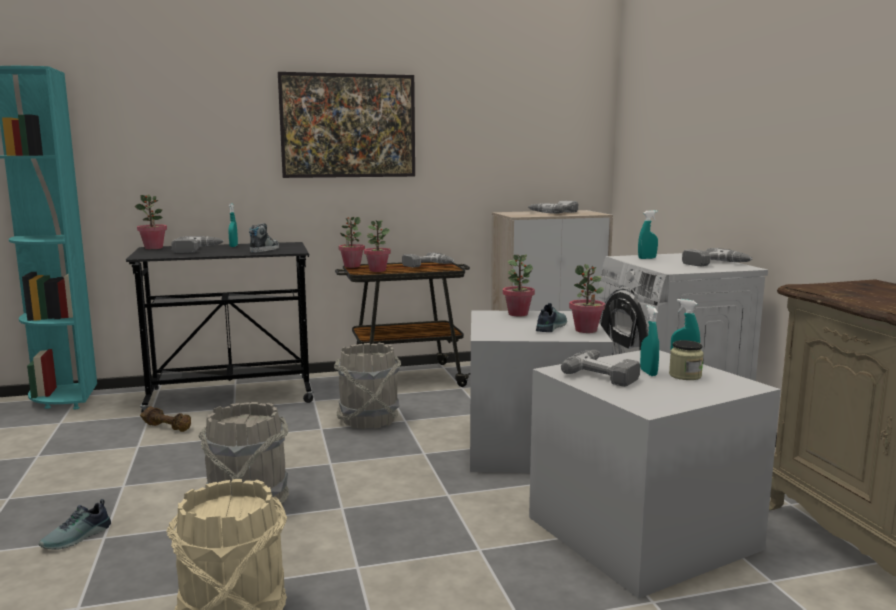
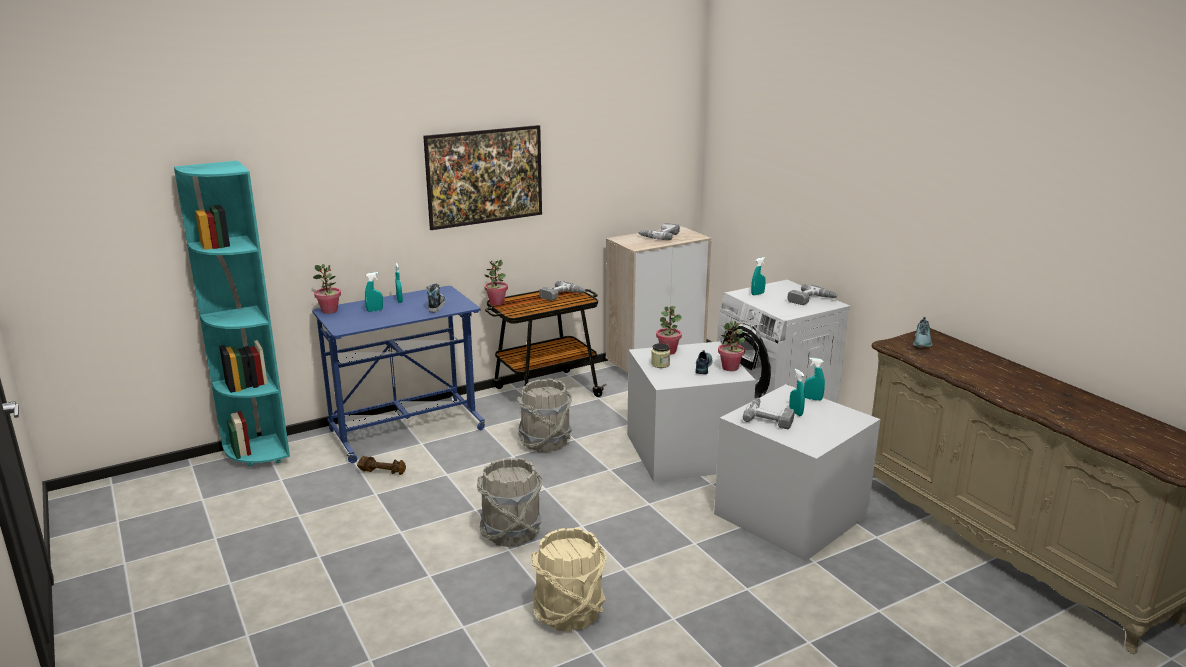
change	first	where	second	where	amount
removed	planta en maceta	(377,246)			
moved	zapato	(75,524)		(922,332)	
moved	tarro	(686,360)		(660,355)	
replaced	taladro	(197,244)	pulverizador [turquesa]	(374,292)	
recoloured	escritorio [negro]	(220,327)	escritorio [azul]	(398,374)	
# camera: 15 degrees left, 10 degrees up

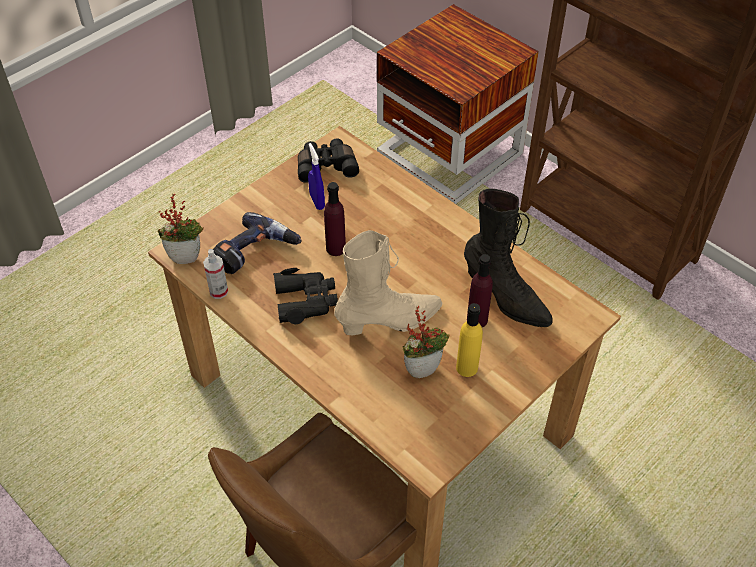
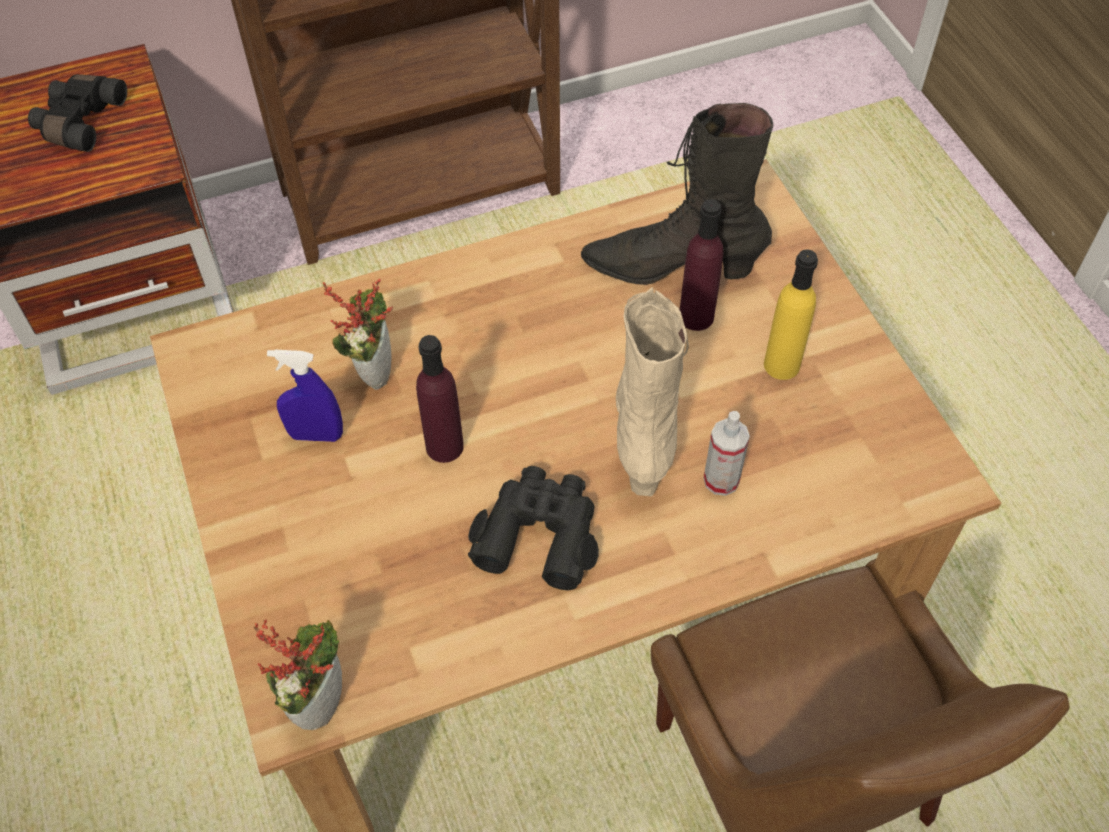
change	first	where	second	where	amount
removed	taladro	(257,243)			
moved	pulverizador	(215,274)		(727,453)	
moved	prismáticos [negro]	(328,160)		(77,113)	
moved	planta en maceta	(426,342)		(358,334)	
turned	bota [negro]	(508,257)		(677,194)	150 degrees counterclockwise
# camera: 65 degrees left, 5 degrees up

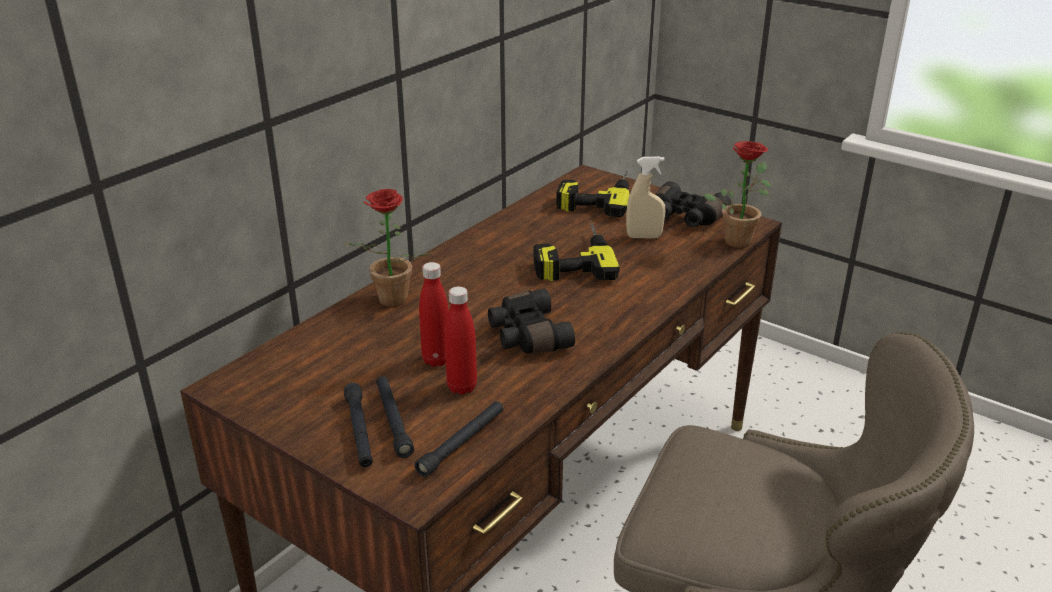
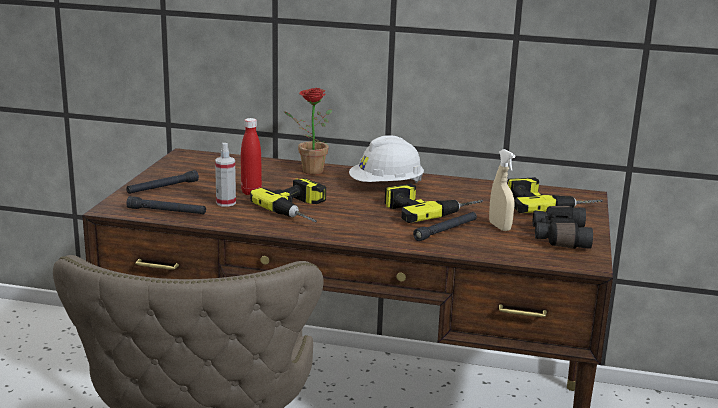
change	first	where	second	where	amount
removed	planta en maceta	(737,194)			
added			casco [blanco]	(386,159)	
moved	linterna [negro]	(395,417)		(445,226)	
replaced	botella [rojo]	(461,340)	pulverizador	(225,175)	
replaced	prismáticos [negro]	(531,321)	taladro	(288,200)	
# camera: 65 degrees right, 10 degrees down

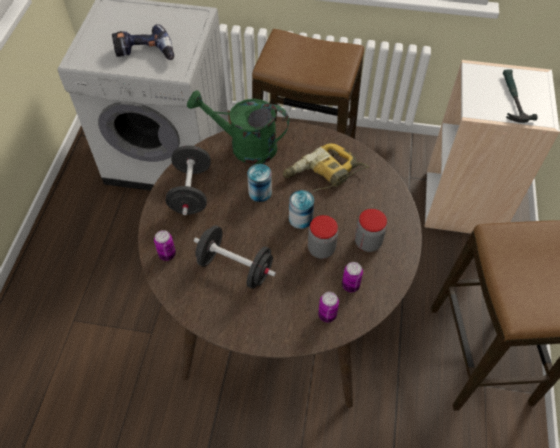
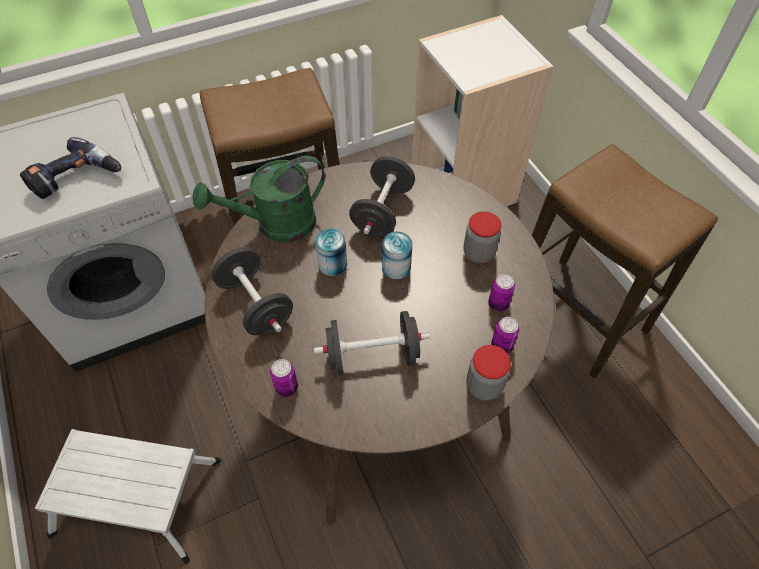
change	first	where	second	where	amount
removed	martillo	(520,96)			
added			escalera de tijera [blanco]	(128,496)	
moved	tarro	(323,237)		(488,373)	
replaced	taladro	(326,167)	mancuerna [negro]	(382,196)	
# camera: 35 degrees left, 0 degrees up

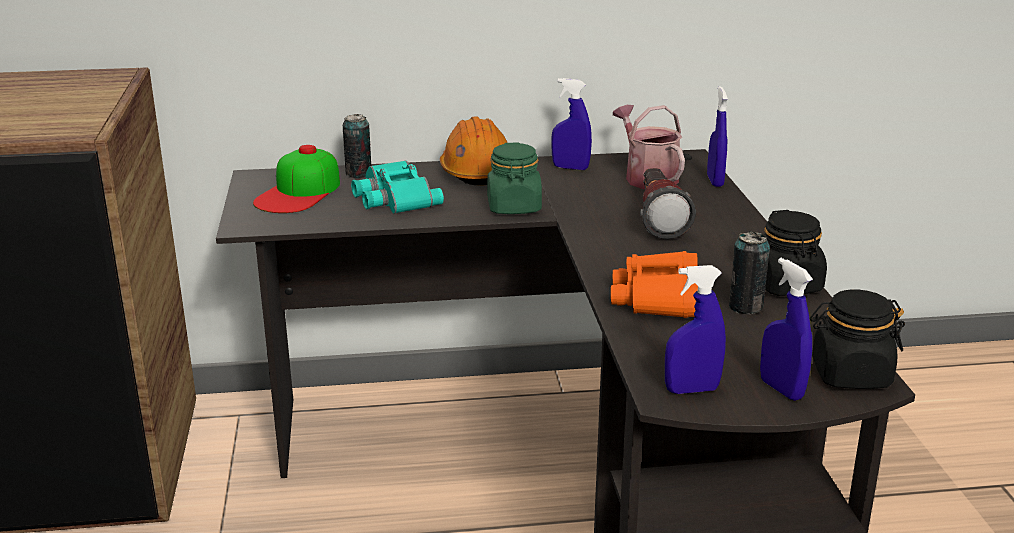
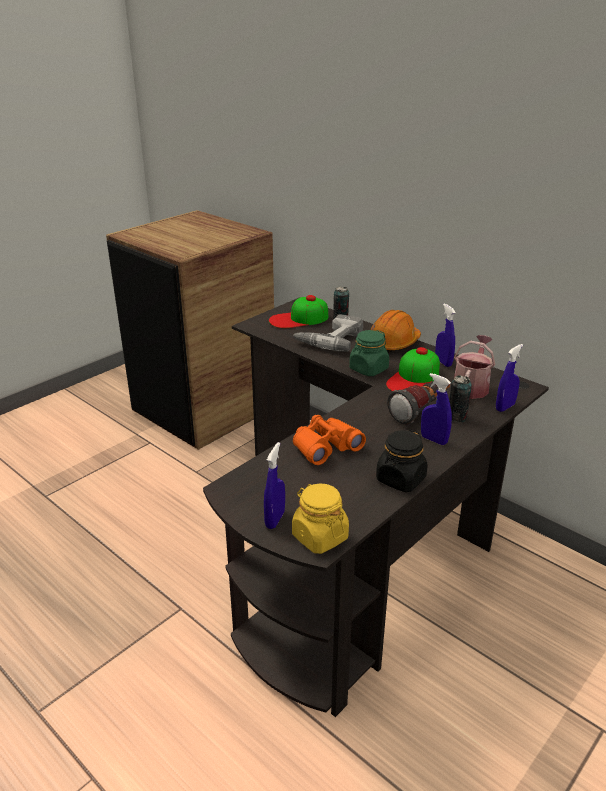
change	first	where	second	where	amount
added			gorra	(413,369)	
moved	pulverizador [azul]	(695,329)		(436,409)	
moved	lata	(749,272)		(460,398)	
replaced	prismáticos [turquesa]	(397,187)	taladro	(328,333)	
recoloured	tarro [negro]	(857,339)	tarro [amarillo]	(320,519)	
# camera: 50 degrees right, 5 degrees up

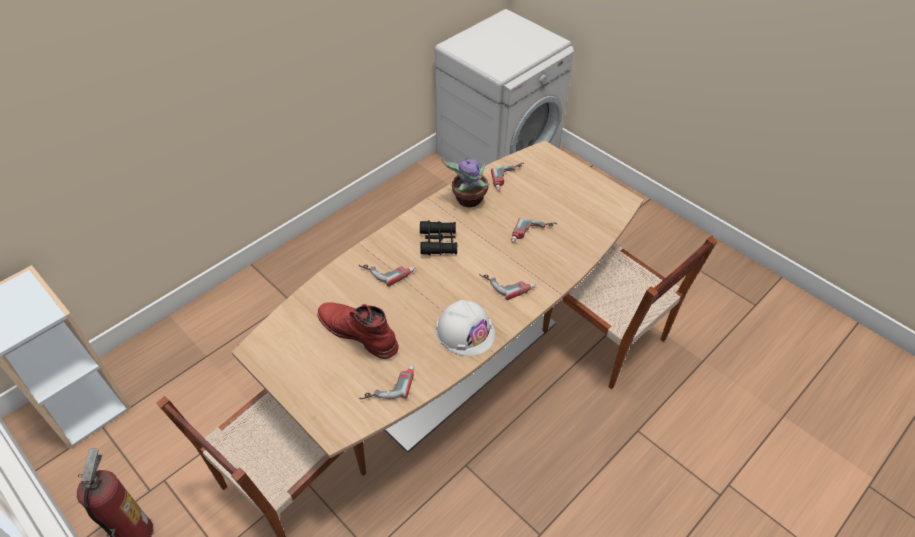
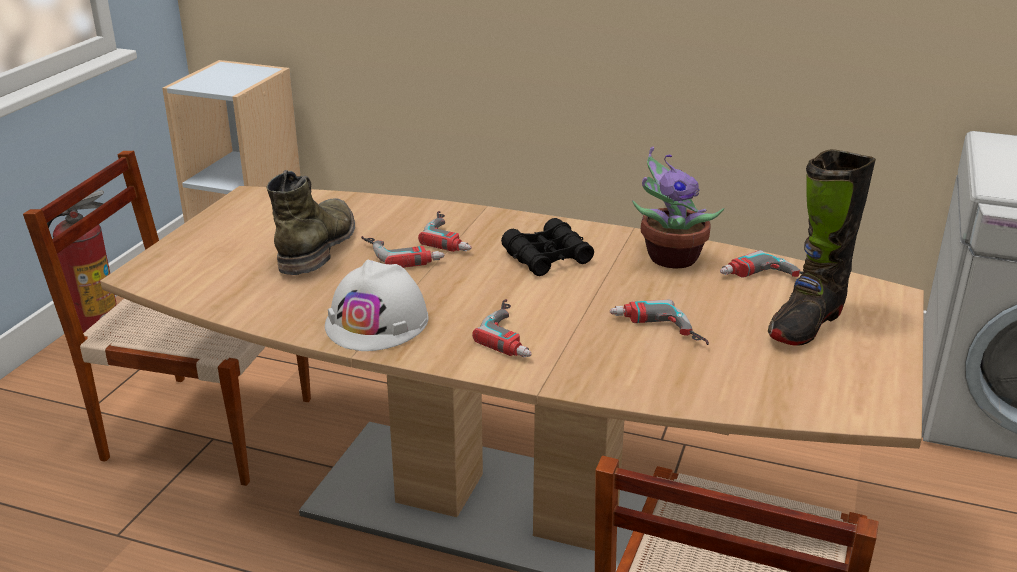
change	first	where	second	where	amount
added			bota [negro]	(822,247)	
moved	taladro	(386,381)		(403,252)	
recoloured	bota [rojo]	(358,330)	bota [verde]	(311,222)	
# camera: 65 degrees right, 20 degrees down

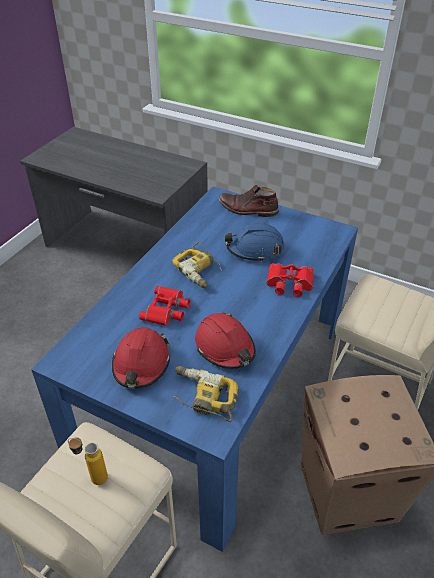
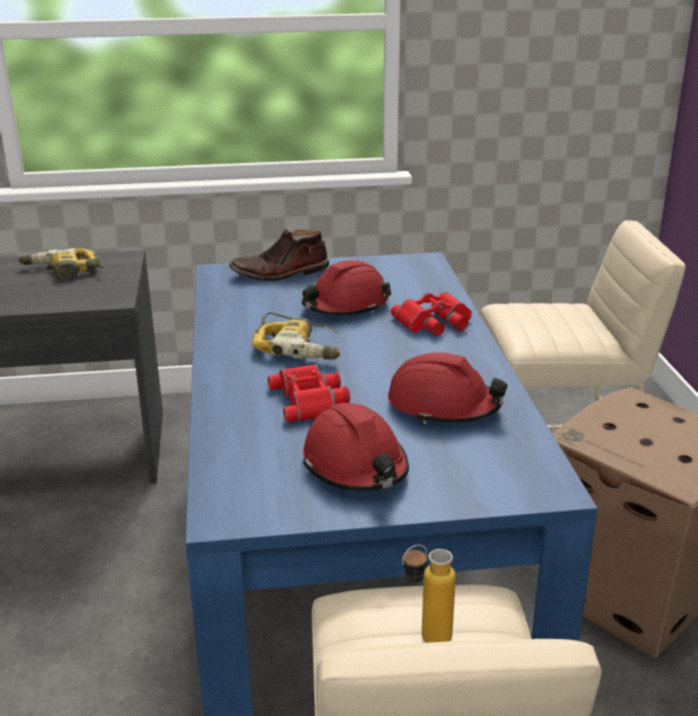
change	first	where	second	where	amount
moved	taladro	(205,394)		(61,263)	
recoloured	casco [azul]	(254,242)	casco [rojo]	(346,288)	
# camera: 35 degrees left, 15 degrees down

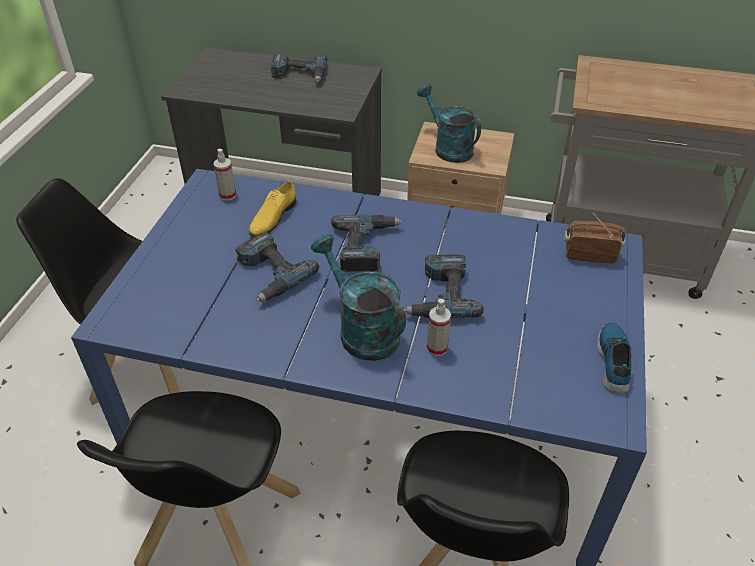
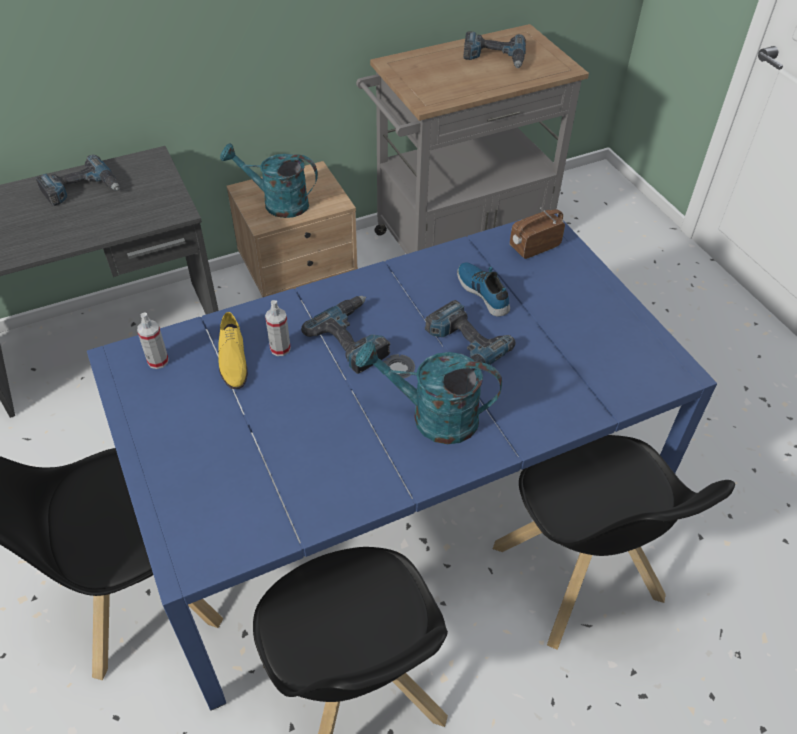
change	first	where	second	where	amount
moved	taladro	(277,267)		(494,49)	
moved	pulverizador	(439,327)		(278,328)	
moved	zapato	(614,358)		(483,289)	
# camera: 40 degrees left, 5 degrees up

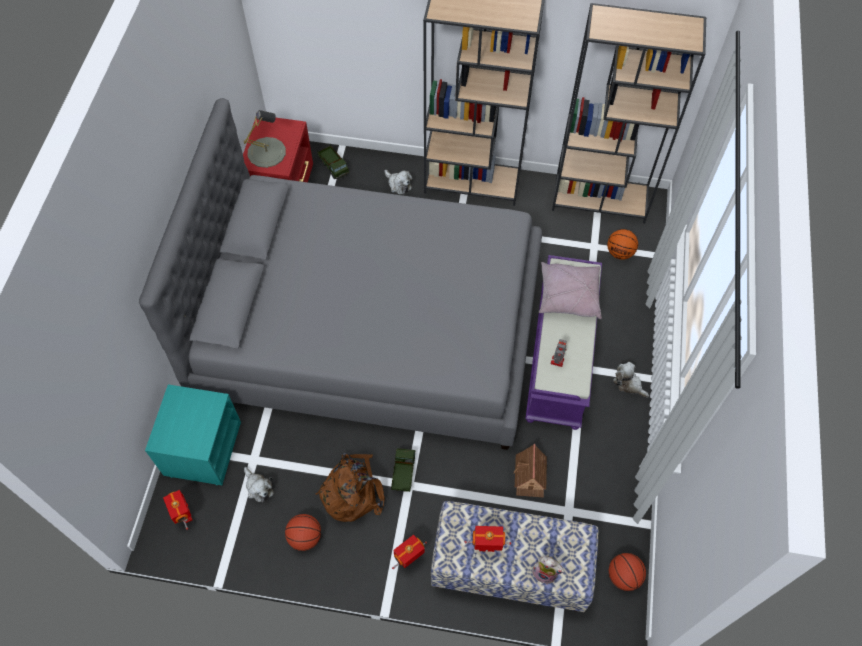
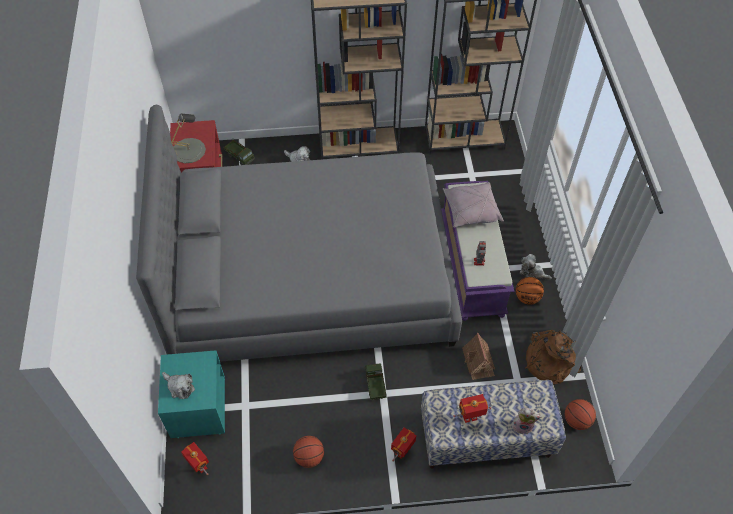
change	first	where	second	where	amount
moved	peluche	(259,484)		(178,385)	
moved	mochila [marrón]	(350,487)		(553,357)	
moved	balón de baloncesto	(622,244)		(530,291)	
# camera: 15 degrees left, 5 degrees down

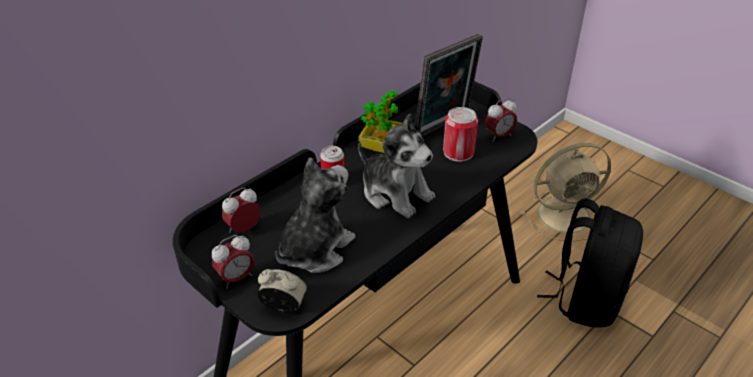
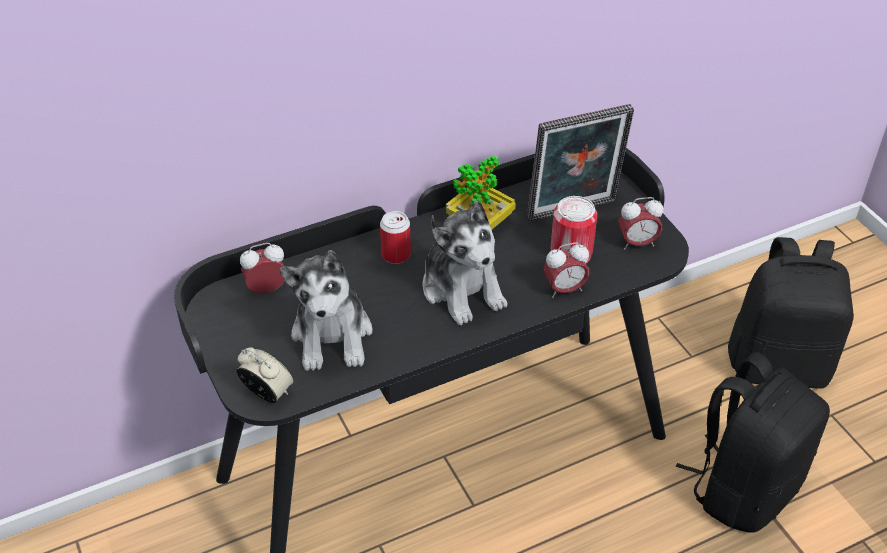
change	first	where	second	where	amount
moved	despertador	(232,262)		(566,270)	
replaced	ventilador [beis]	(565,192)	mochila [negro]	(791,313)	
turned	peluche	(315,215)		(326,310)	120 degrees clockwise
# camera: 20 degrees right, 5 degrees up

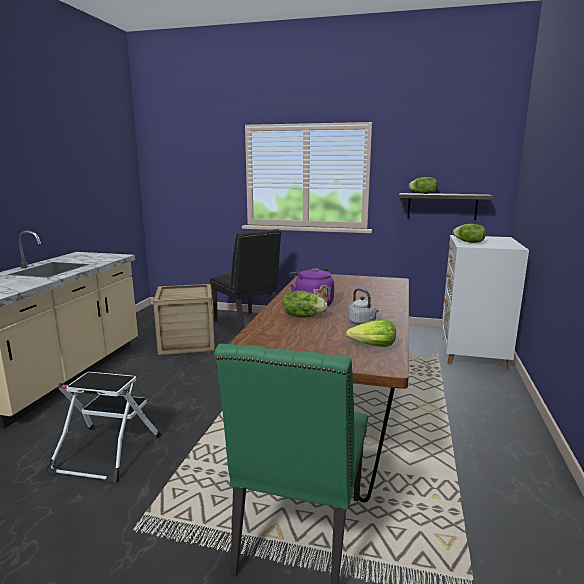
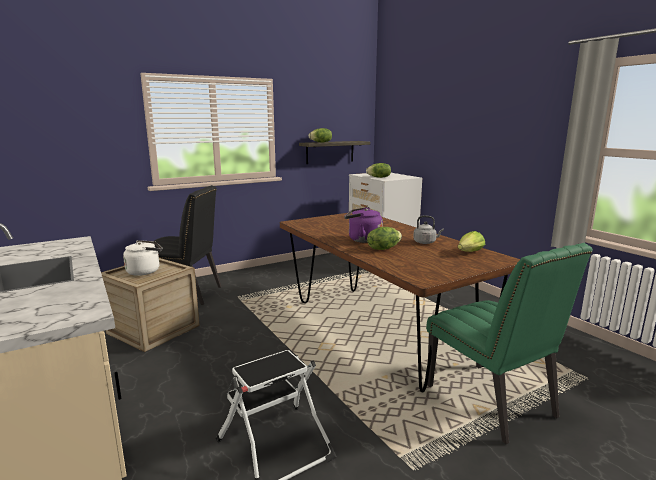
change	first	where	second	where	amount
added			hervidor [blanco]	(142,258)	
# camera: 45 degrees left, 0 degrees up

